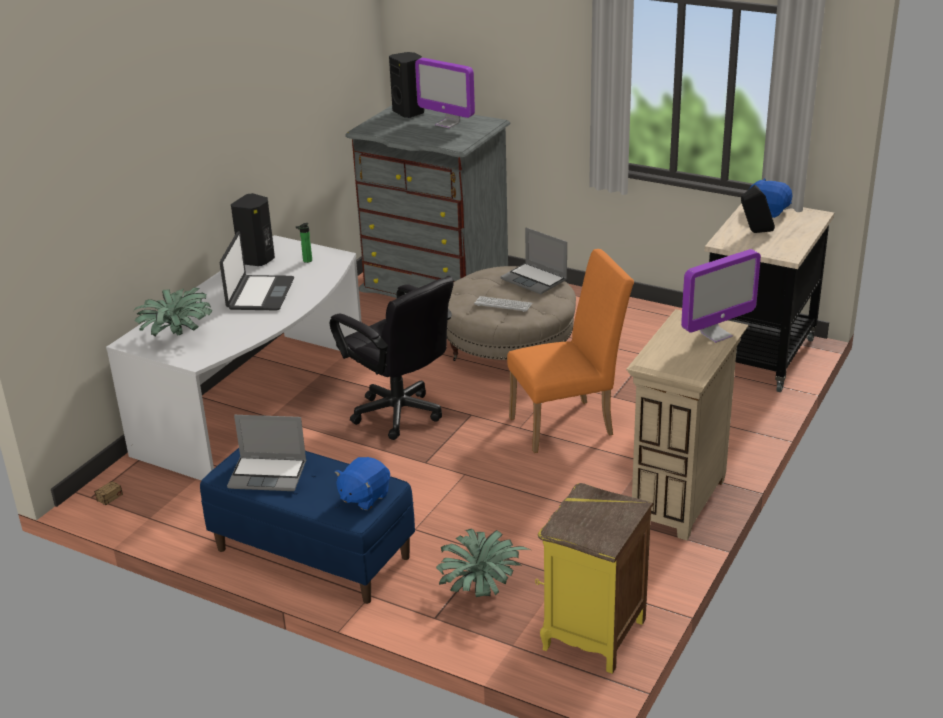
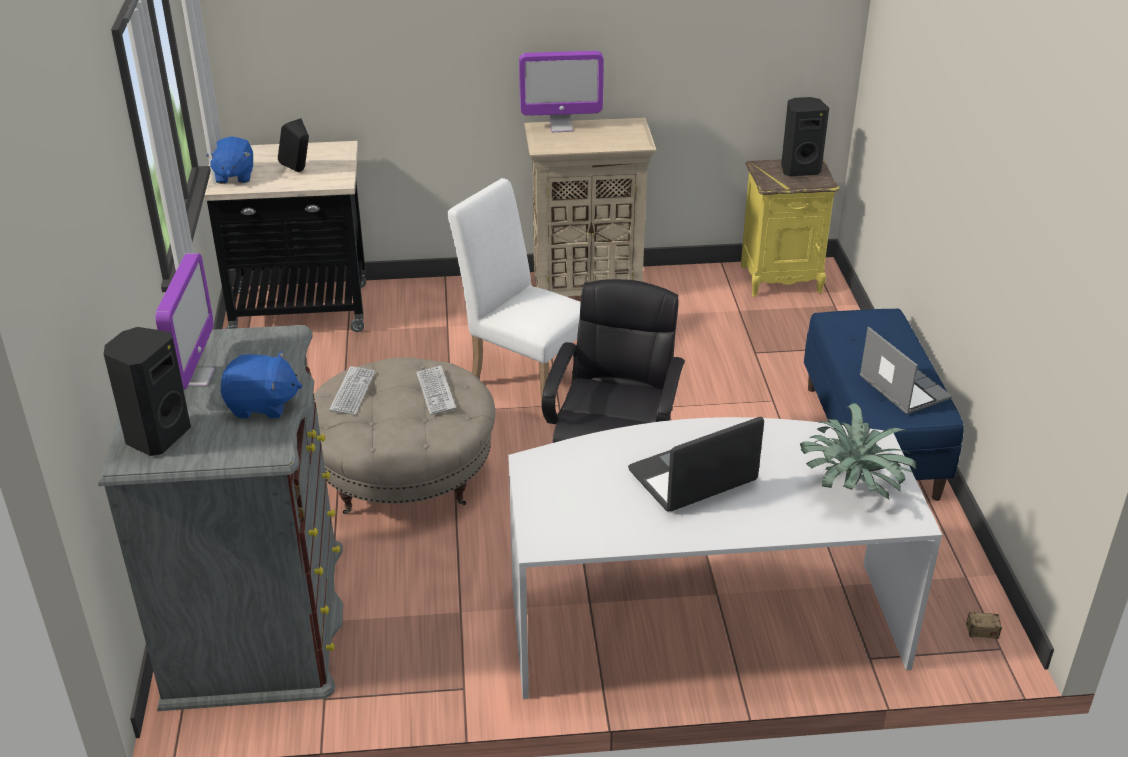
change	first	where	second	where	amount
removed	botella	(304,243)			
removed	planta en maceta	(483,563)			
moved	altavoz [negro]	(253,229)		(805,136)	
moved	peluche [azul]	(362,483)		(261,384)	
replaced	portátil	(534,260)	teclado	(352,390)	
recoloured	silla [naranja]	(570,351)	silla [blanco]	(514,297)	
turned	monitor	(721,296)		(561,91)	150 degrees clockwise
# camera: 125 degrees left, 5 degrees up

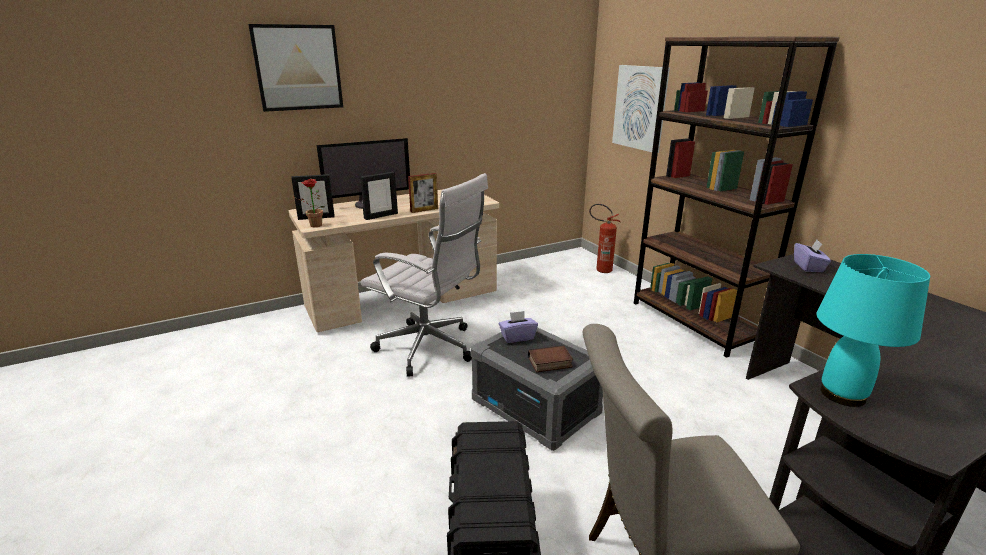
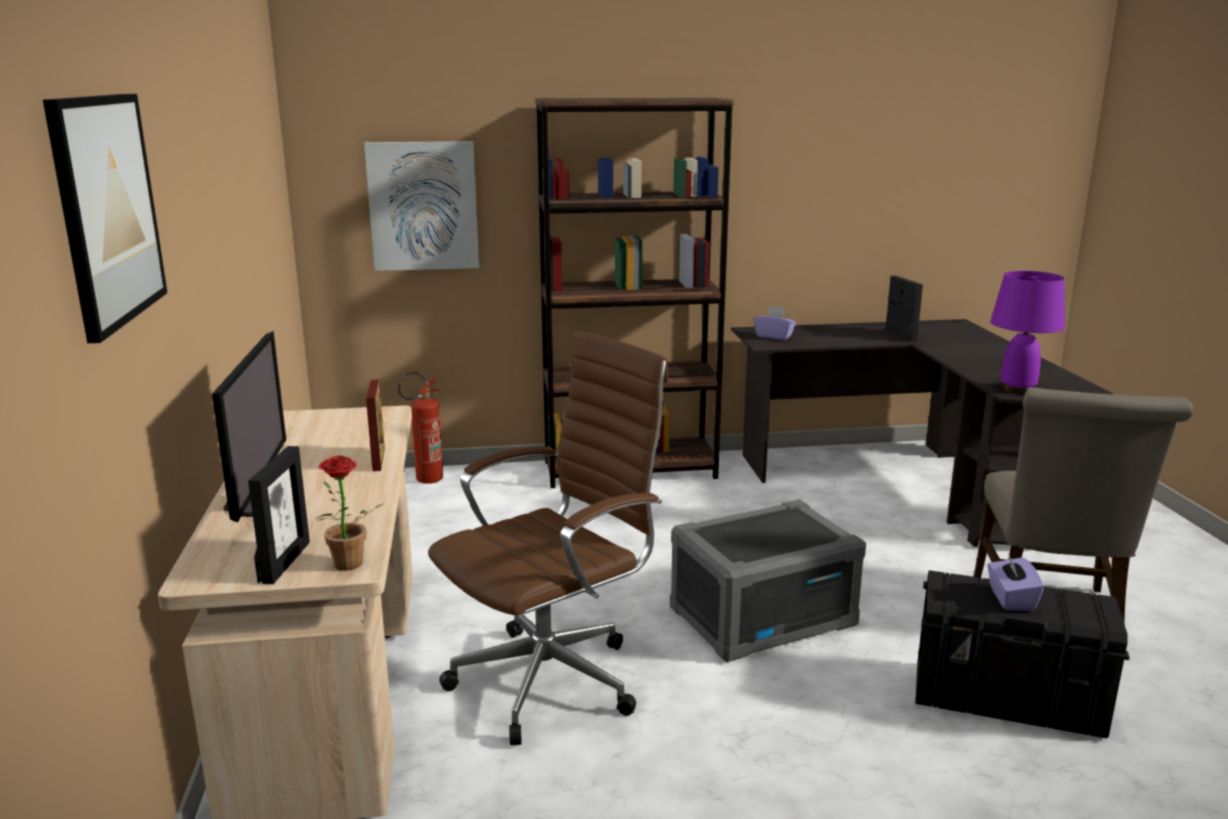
change	first	where	second	where	amount
removed	libro	(550,358)			
moved	portarretratos	(379,196)		(904,308)	
moved	caja de pañuelos [morado]	(518,327)		(1015,582)	
recoloured	silla de oficina [blanco]	(424,275)	silla de oficina [marrón]	(548,538)	
recoloured	lámpara de mesa [turquesa]	(873,330)	lámpara de mesa [morado]	(1027,332)	
# camera: 70 degrees left, 5 degrees down

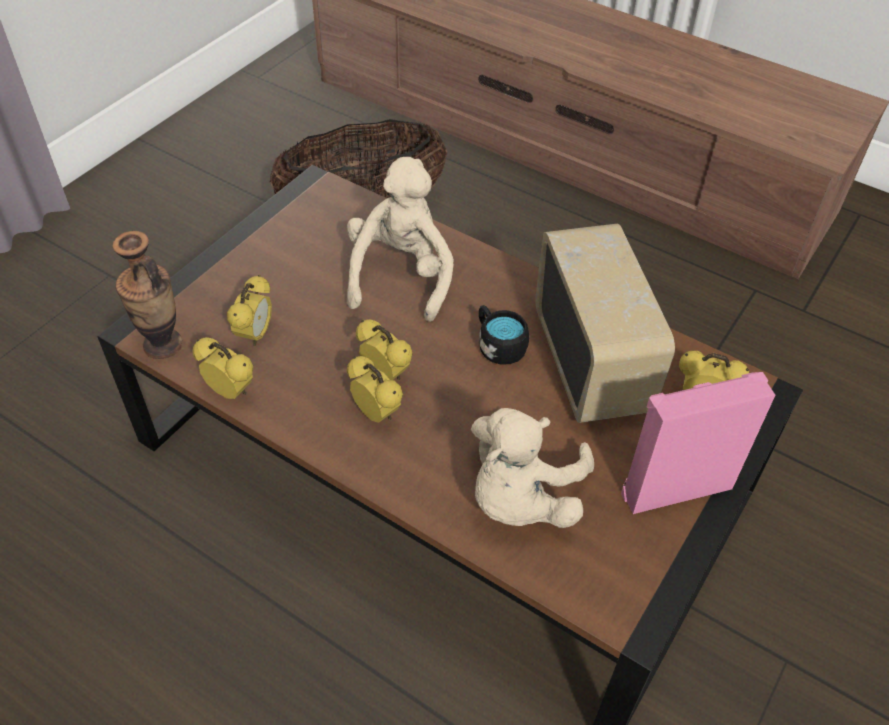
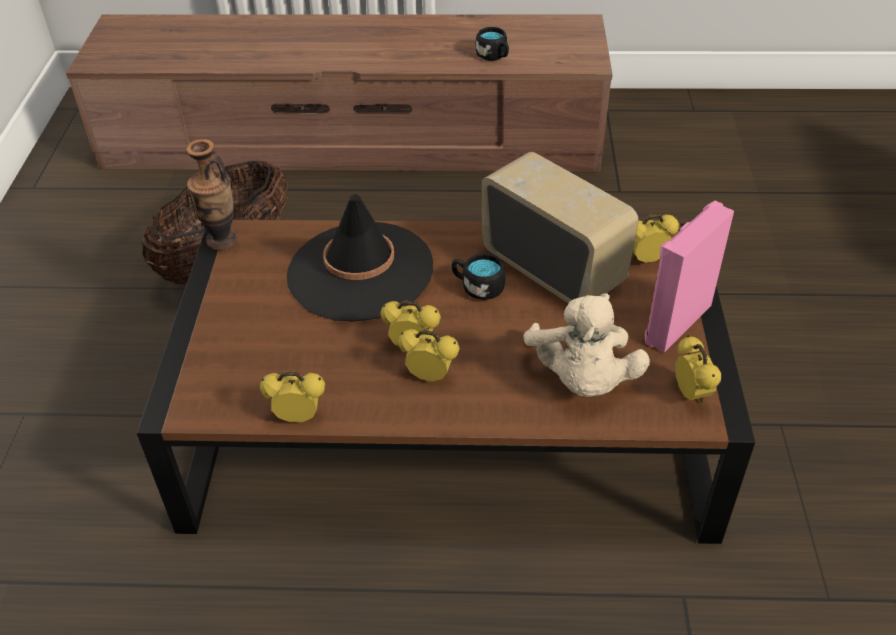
change	first	where	second	where	amount
added			taza grande [negro]	(492,44)	
moved	florero	(147,295)		(212,194)	
moved	despertador	(249,310)		(698,369)	
replaced	peluche [beis]	(400,239)	sombrero [negro]	(360,258)	
# camera: 30 degrees left, 5 degrees down

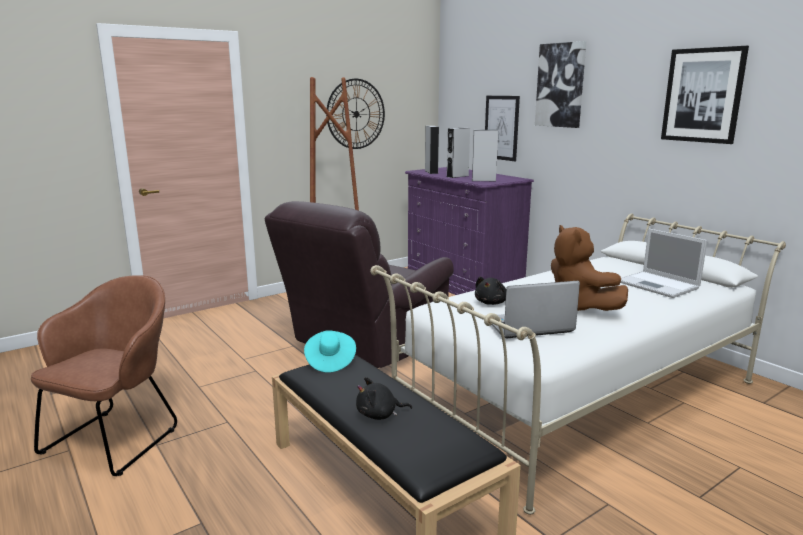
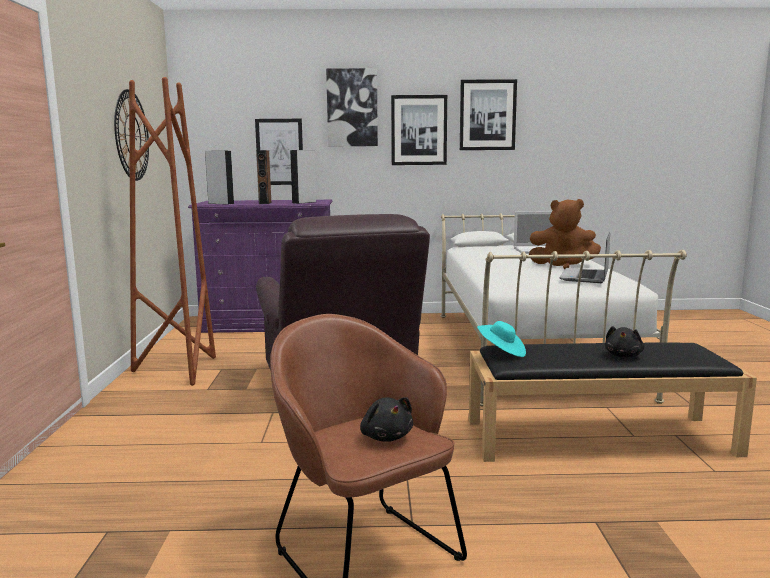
change	first	where	second	where	amount
added			cuadro	(419,130)	
moved	peluche [negro]	(490,291)		(386,419)	
recoloured	altavoz [gris]	(458,153)	altavoz [marrón]	(264,177)	
# camera: 55 degrees left, 5 degrees down

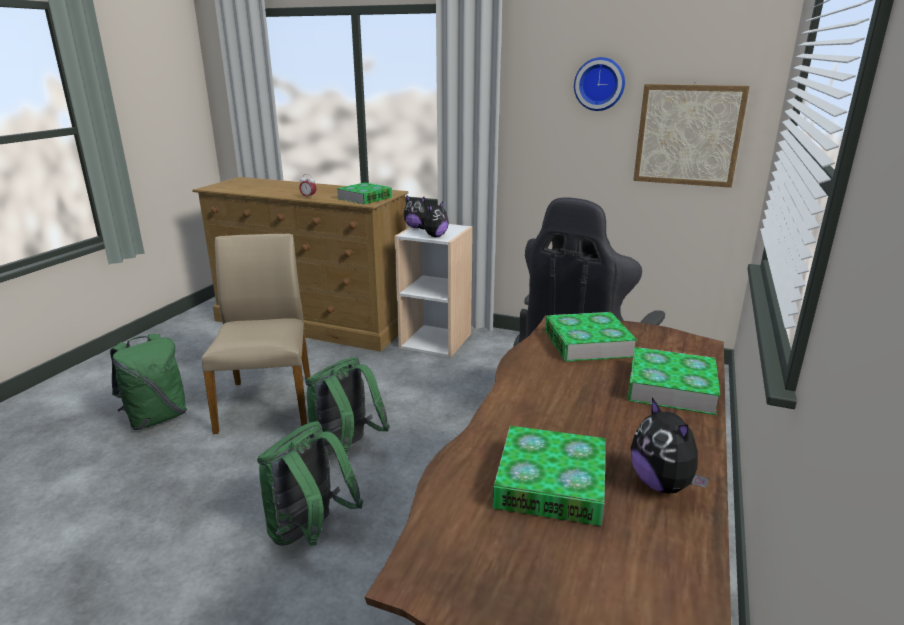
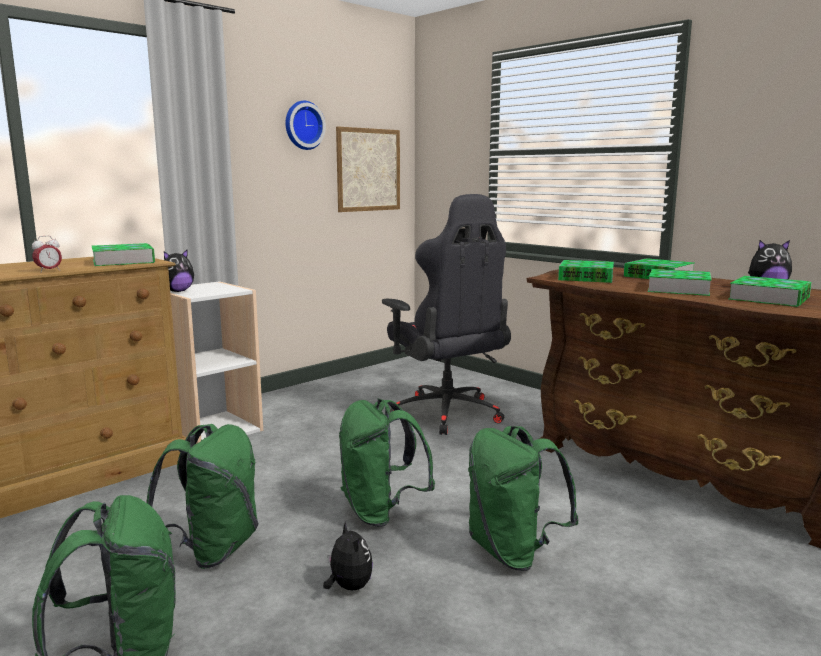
change	first	where	second	where	amount
added			libro	(680,282)	
moved	peluche	(433,219)		(348,555)	
replaced	silla [beis]	(256,334)	mochila [verde]	(202,496)	
# camera: 65 degrees left, 10 degrees down

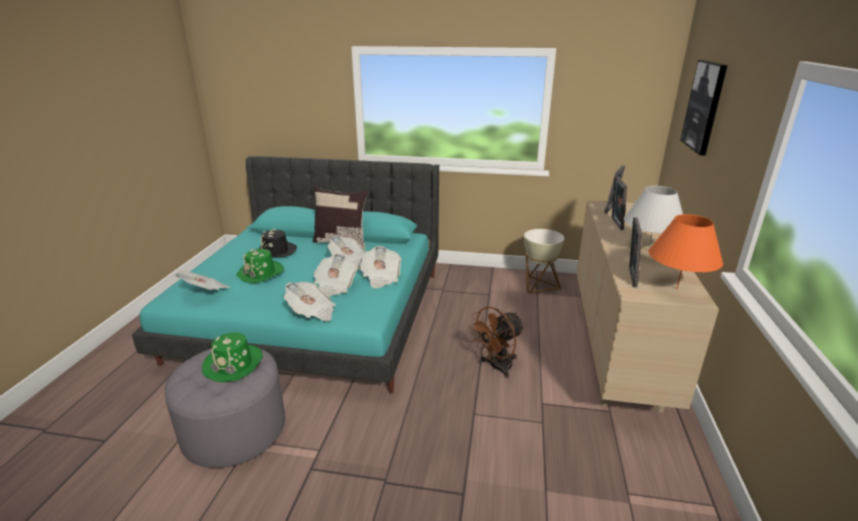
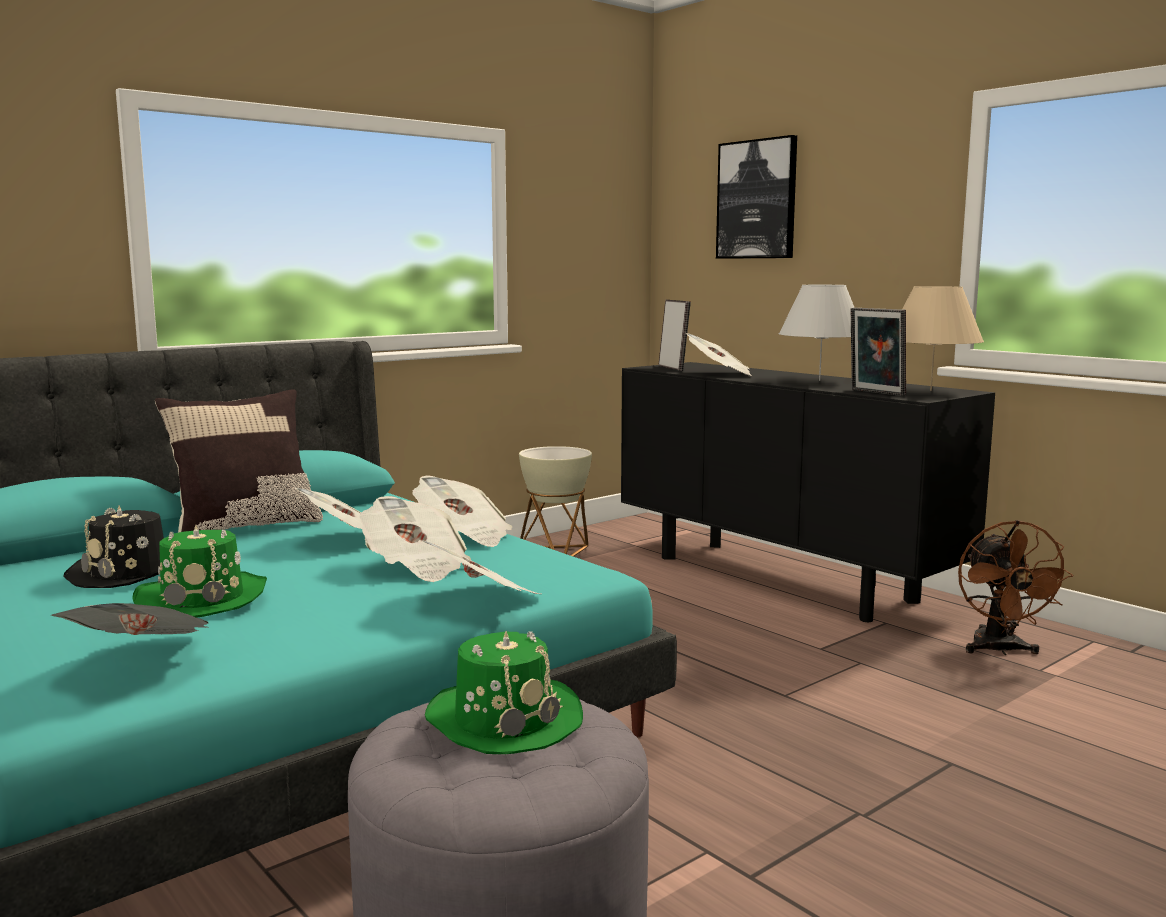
change	first	where	second	where	amount
moved	ventilador [marrón]	(497,342)		(1016,587)	
replaced	portarretratos	(619,203)	periódico	(719,354)	
recoloured	cómoda [beis]	(648,306)	cómoda [negro]	(808,492)	
recoloured	lámpara de mesa [naranja]	(685,251)	lámpara de mesa [beis]	(943,338)	
# camera: 50 degrees left, 15 degrees down

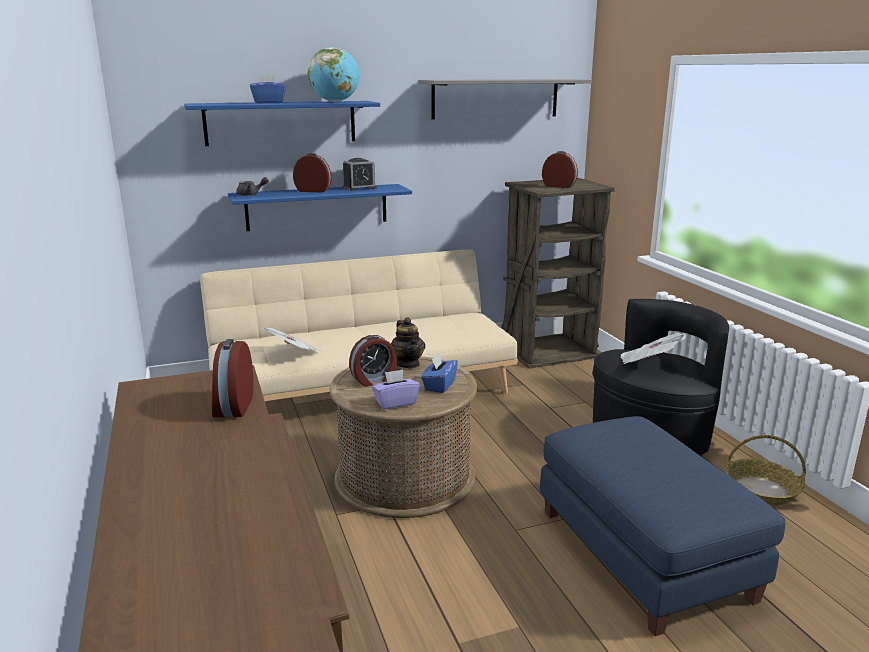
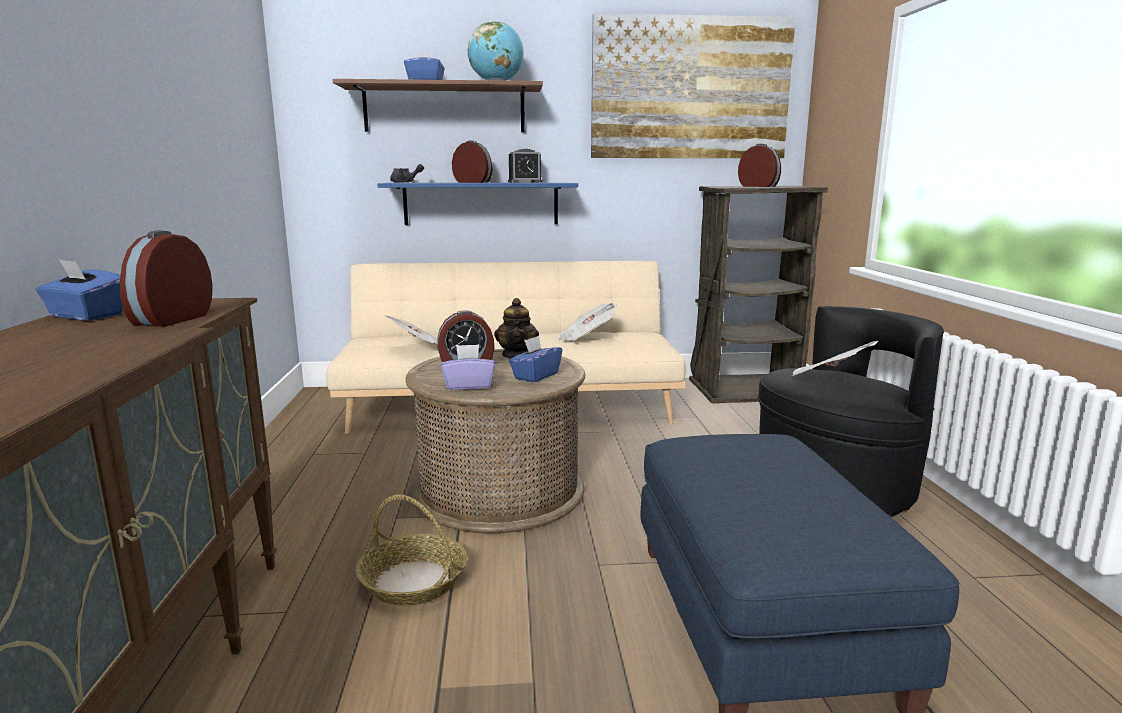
change	first	where	second	where	amount
added			caja de pañuelos [azul]	(79,290)	
added			periódico	(586,322)	
moved	cesta	(765,470)		(411,550)	
replaced	estante [gris]	(505,99)	cuadro	(693,85)	
recoloured	estante [azul]	(282,123)	estante [marrón]	(438,105)	
# camera: 15 degrees right, 5 degrees down

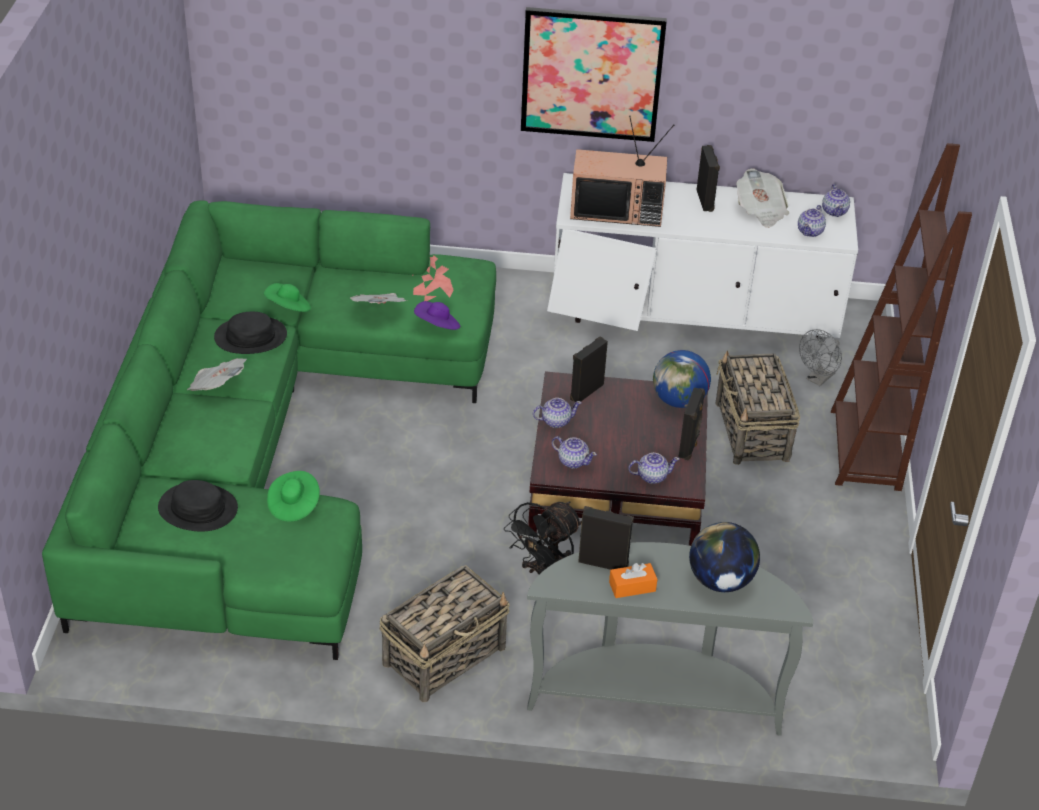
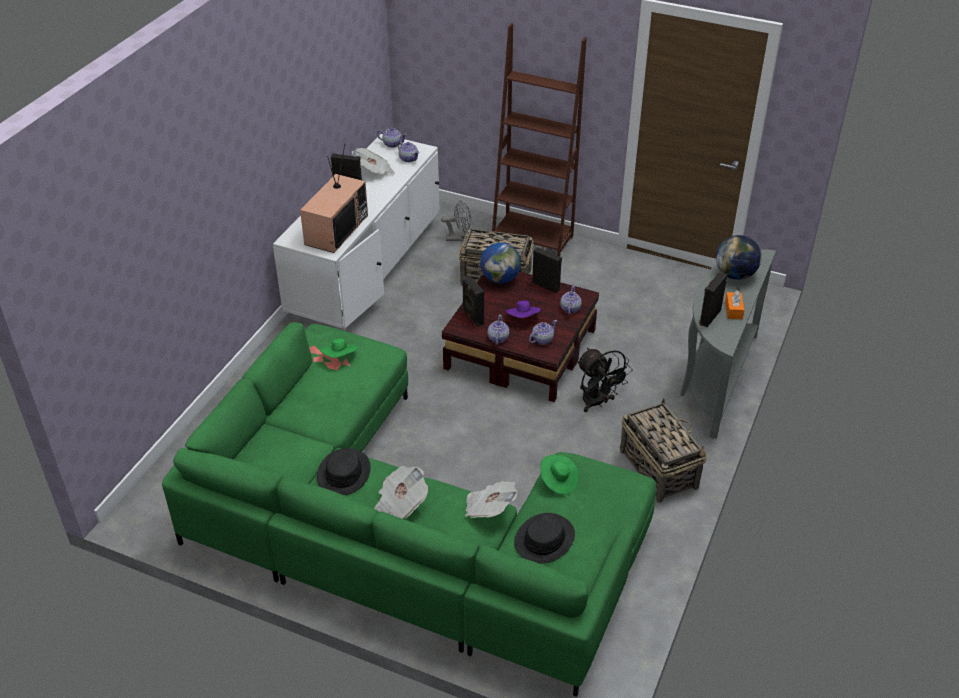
change	first	where	second	where	amount
removed	cuadro	(594,74)			
moved	sombrero [verde]	(287,297)		(339,348)	
moved	periódico	(378,298)		(491,499)	
moved	sombrero [morado]	(437,315)		(523,309)	
turned	ventilador [gris]	(820,357)		(456,220)	60 degrees counterclockwise
# camera: 70 degrees left, 0 degrees up

